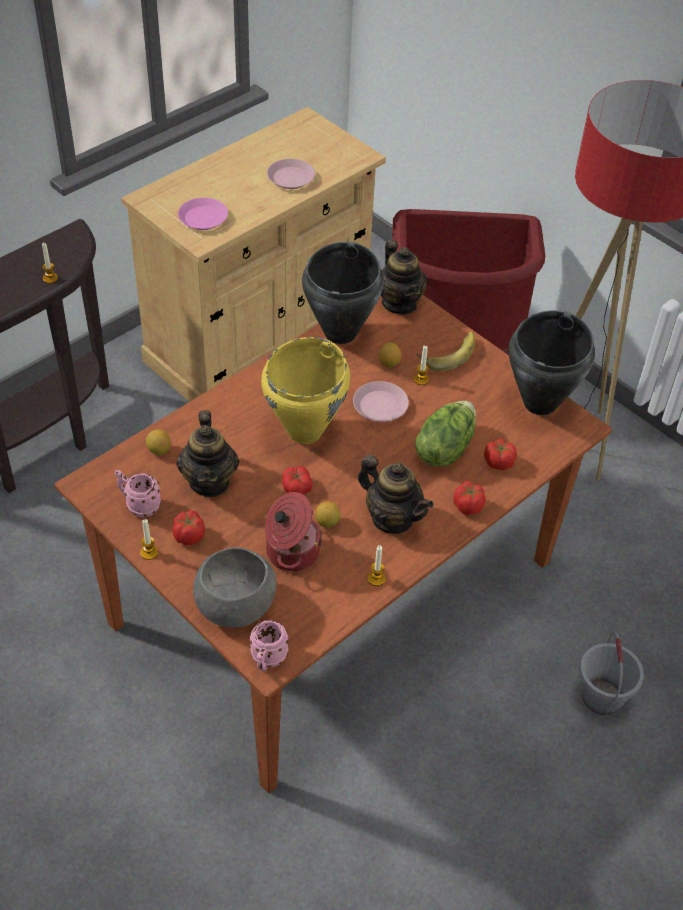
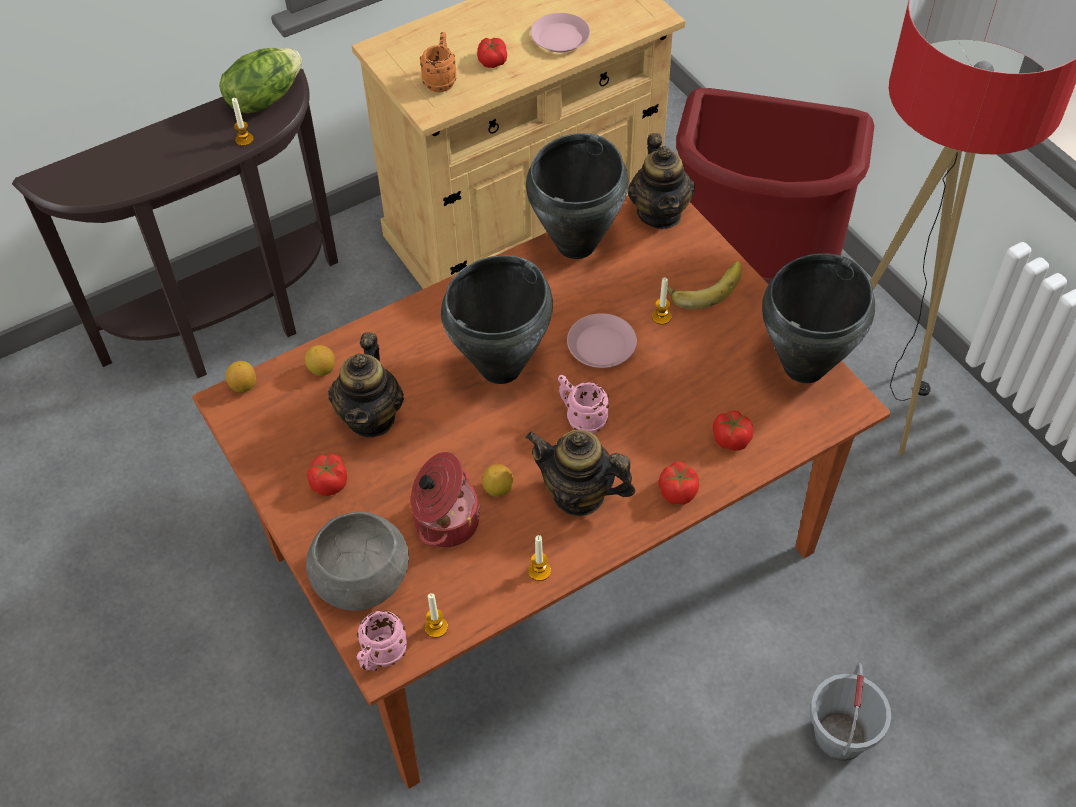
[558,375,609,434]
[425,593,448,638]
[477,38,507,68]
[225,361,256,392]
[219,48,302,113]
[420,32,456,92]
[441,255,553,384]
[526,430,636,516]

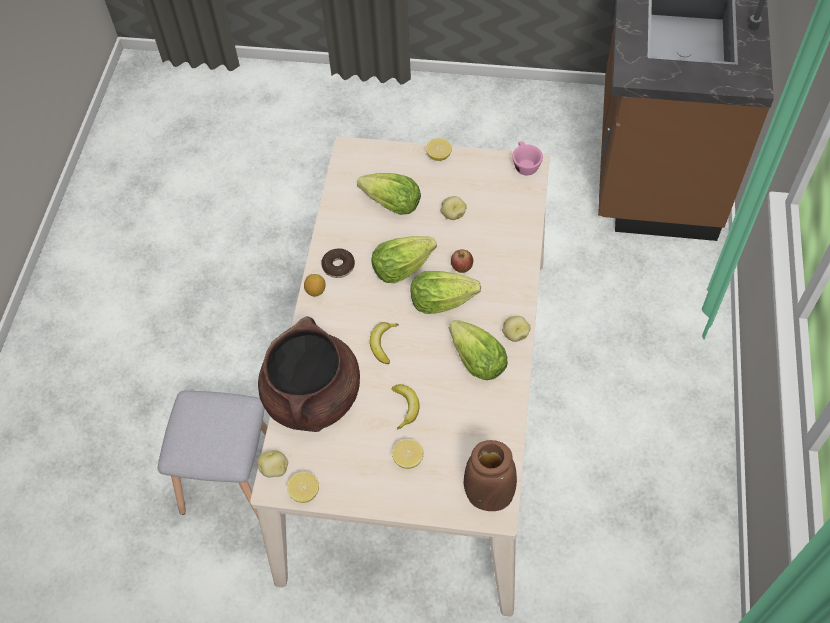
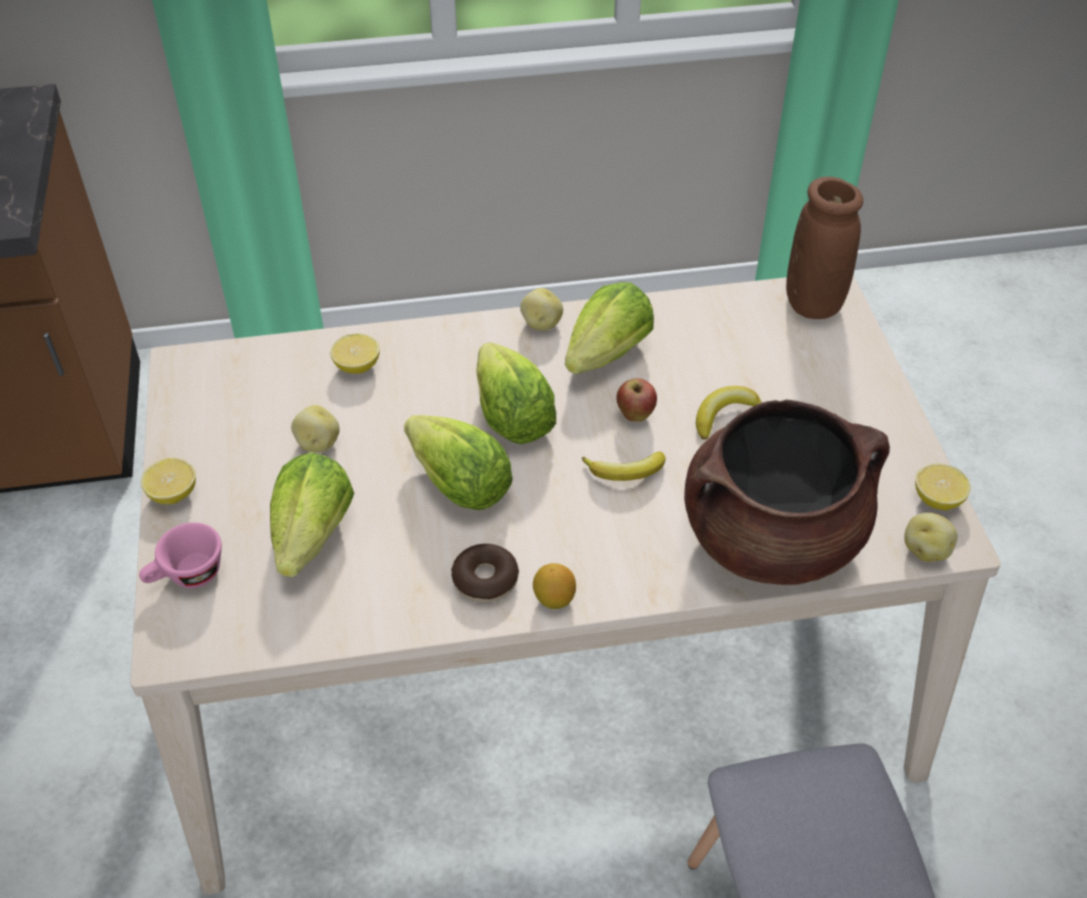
[331,333,380,374]
[616,378,657,422]
[139,522,222,588]

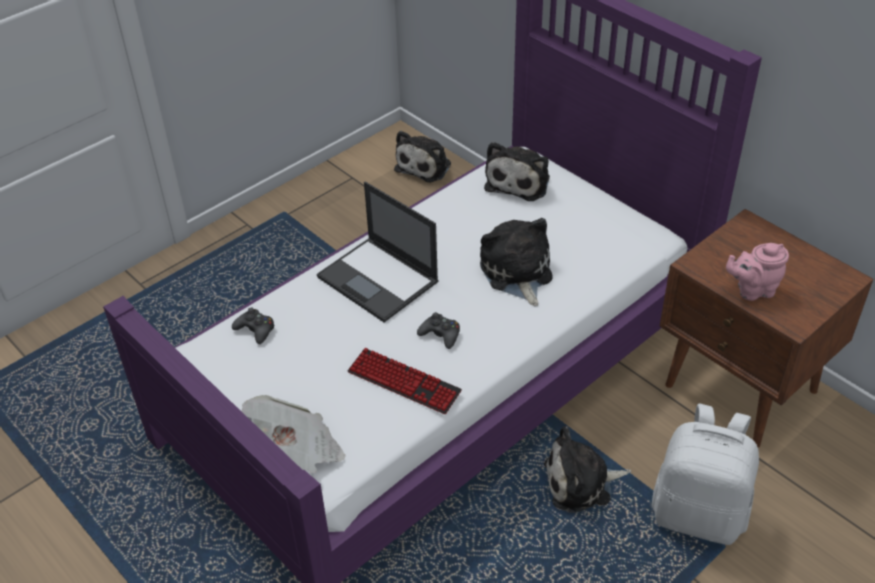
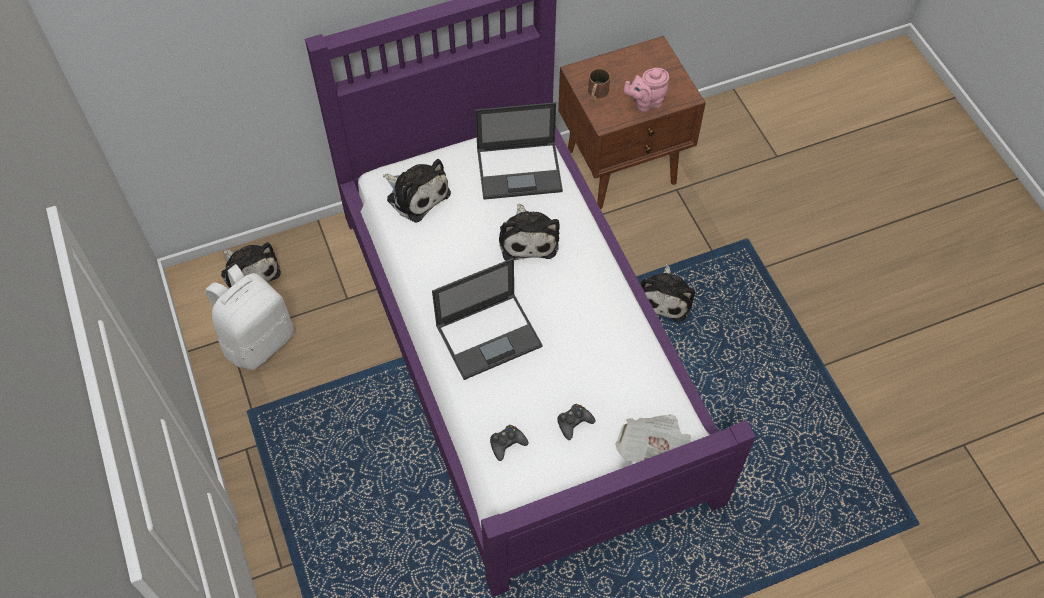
[347,348,462,414] (first image)
[475,102,563,200]
[588,68,610,102]
[557,404,595,440]
[205,264,294,370]
[499,204,560,261]
[624,68,669,112]

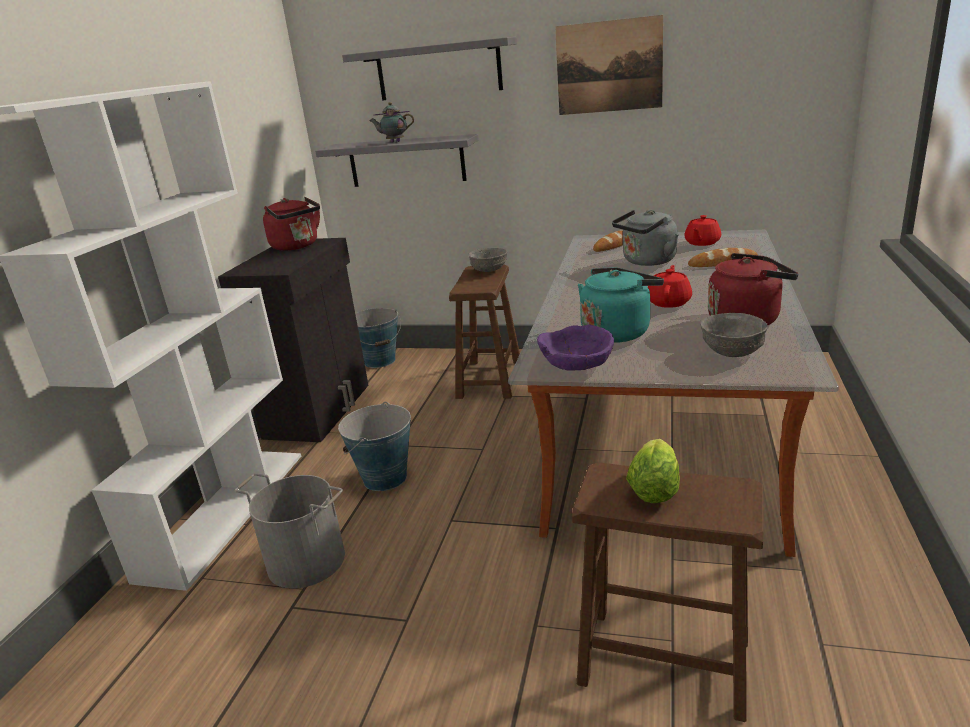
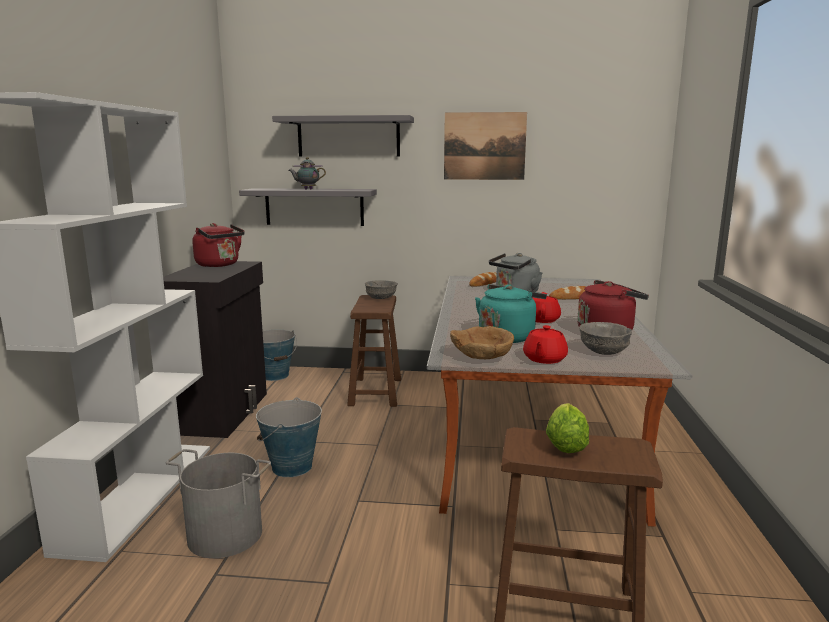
[523,325,568,364]
[450,326,514,360]

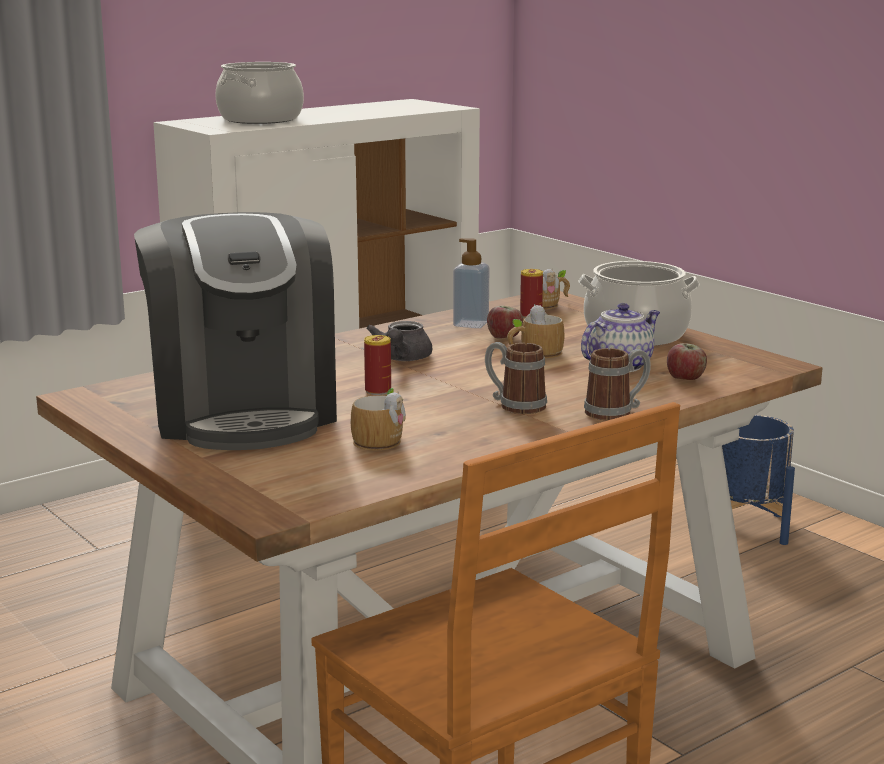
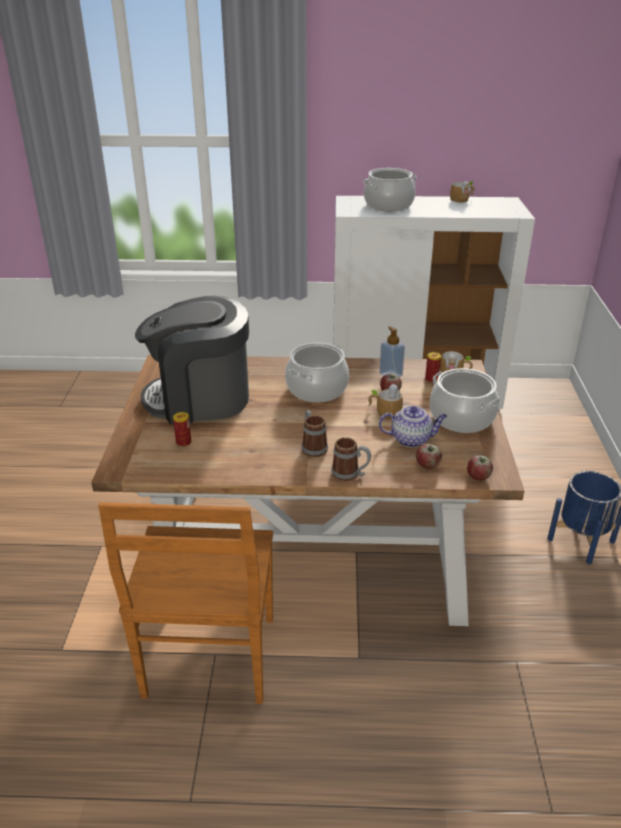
[467,455,493,481]
[450,181,474,203]
[173,412,191,447]
[285,343,349,402]
[135,296,249,425]

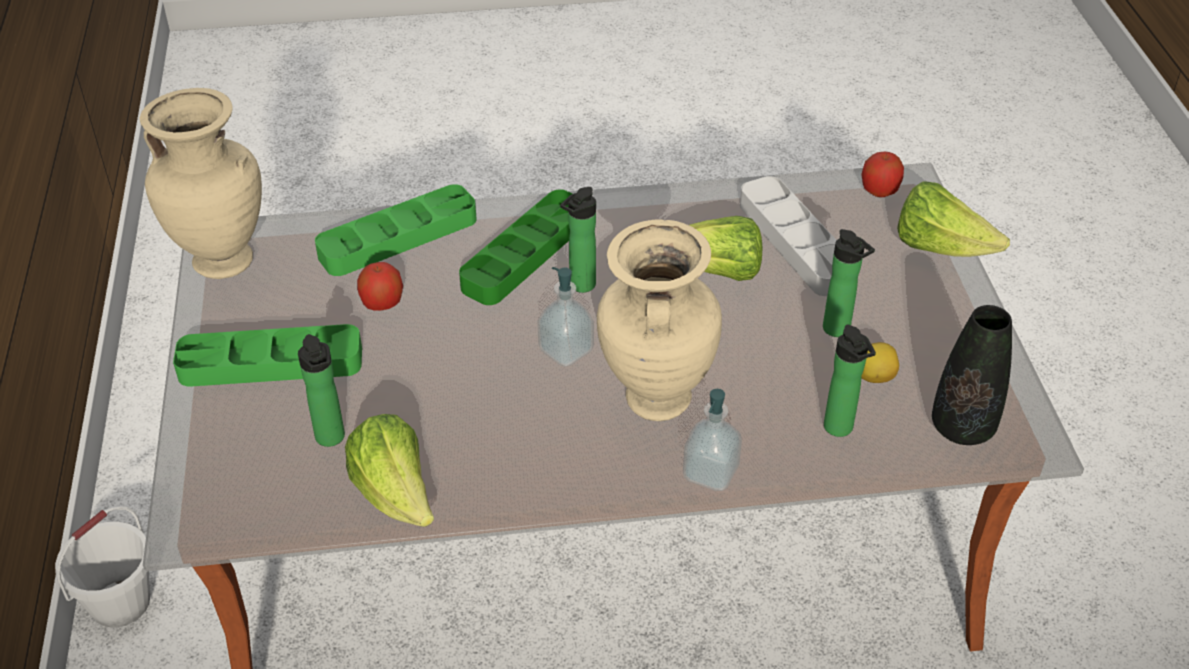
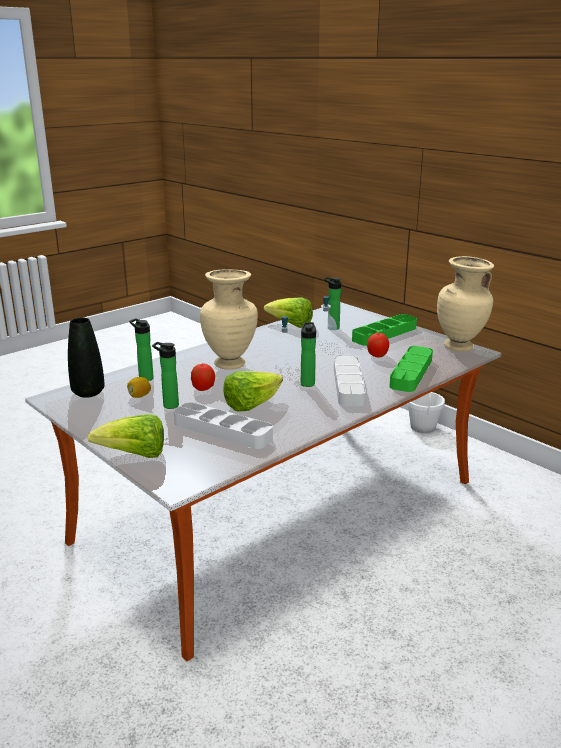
[314,296,337,345]
[191,364,215,391]
[334,356,366,406]

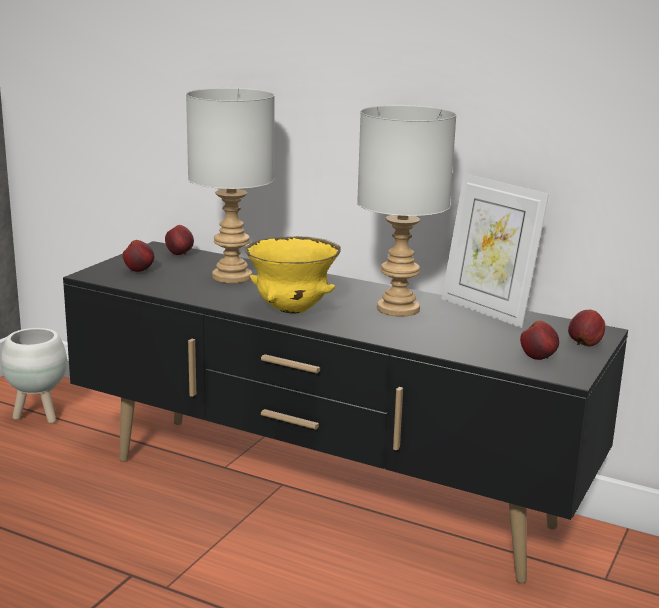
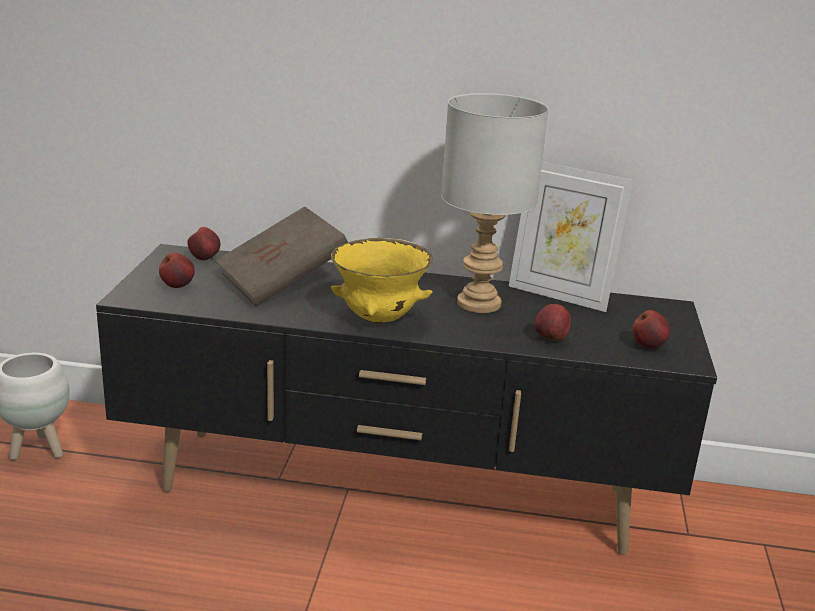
[535,304,571,341]
[215,206,348,306]

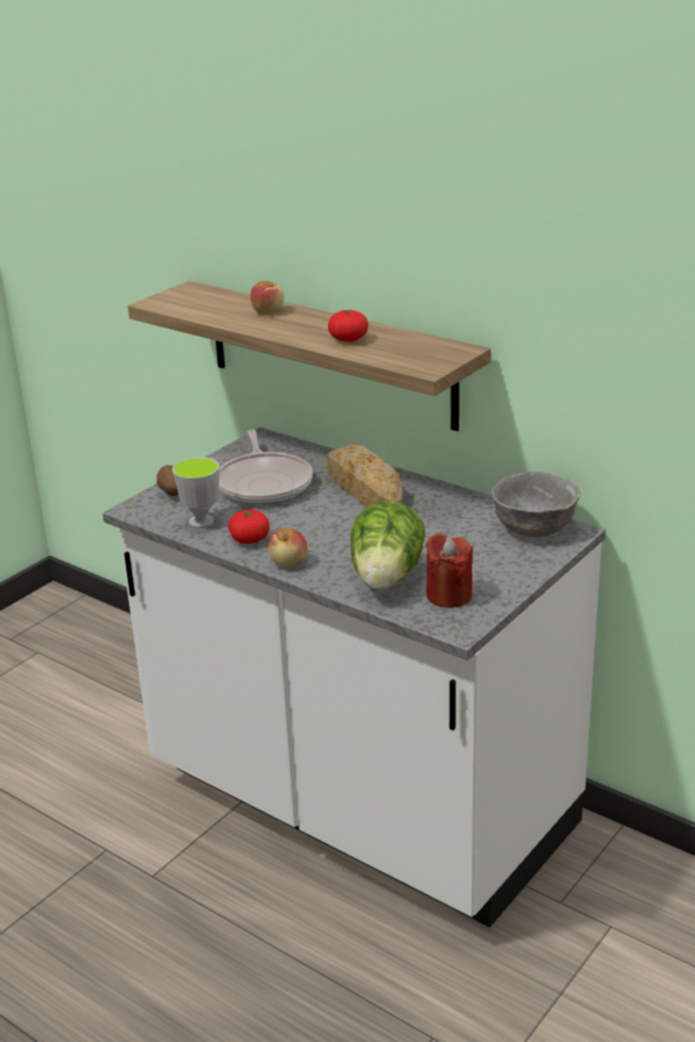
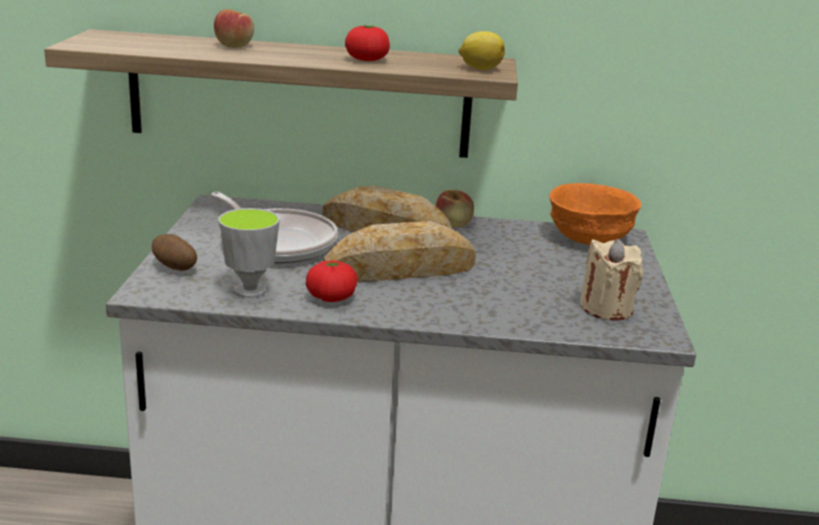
[350,501,426,590] (first image)
[324,221,476,281]
[458,31,505,70]
[436,190,474,227]
[580,239,643,320]
[550,183,641,245]

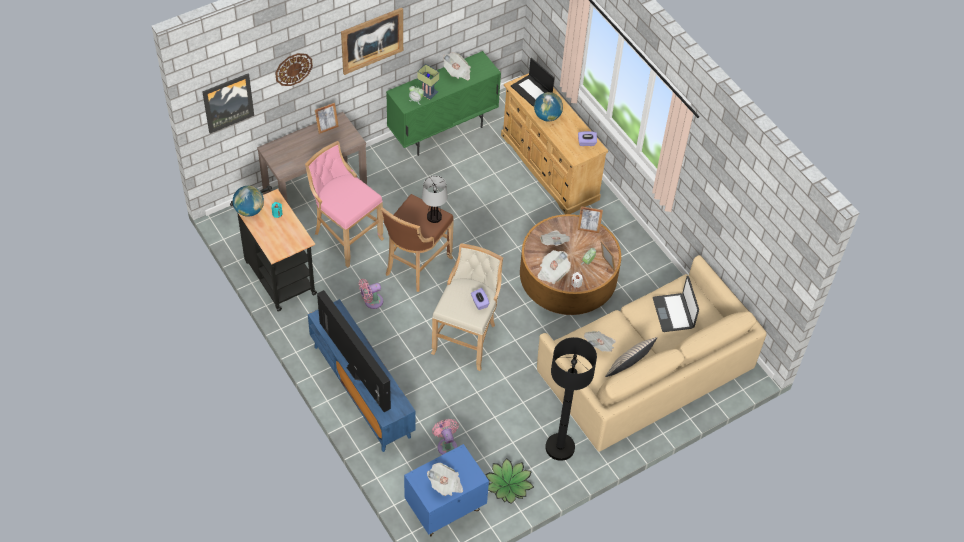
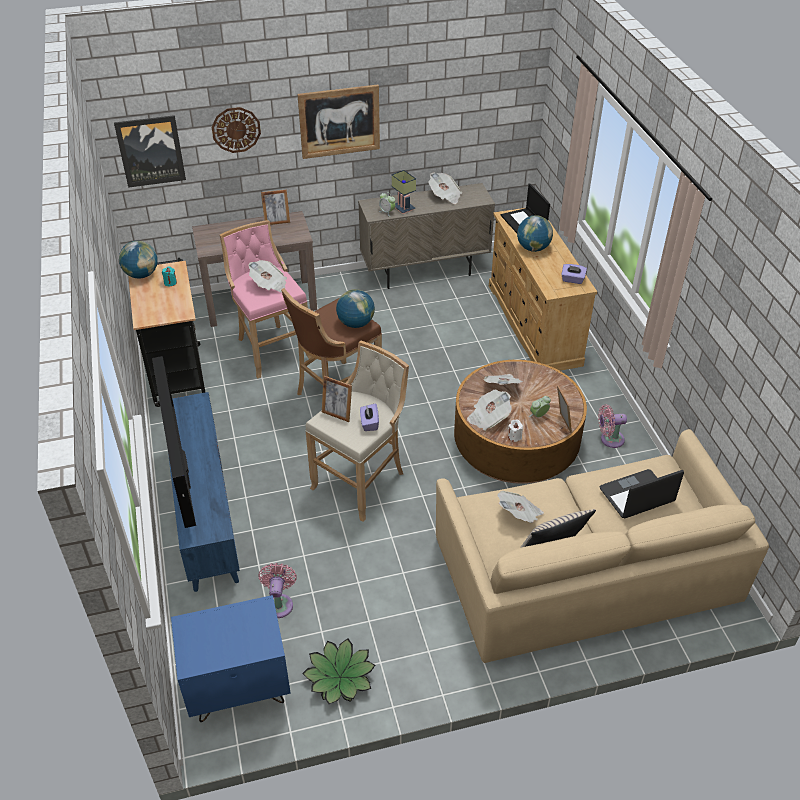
[545,337,597,461] (first image)
[598,404,627,448]
[249,260,287,293]
[322,376,352,422]
[336,289,375,328]
[358,183,495,289]
[600,469,684,518]

